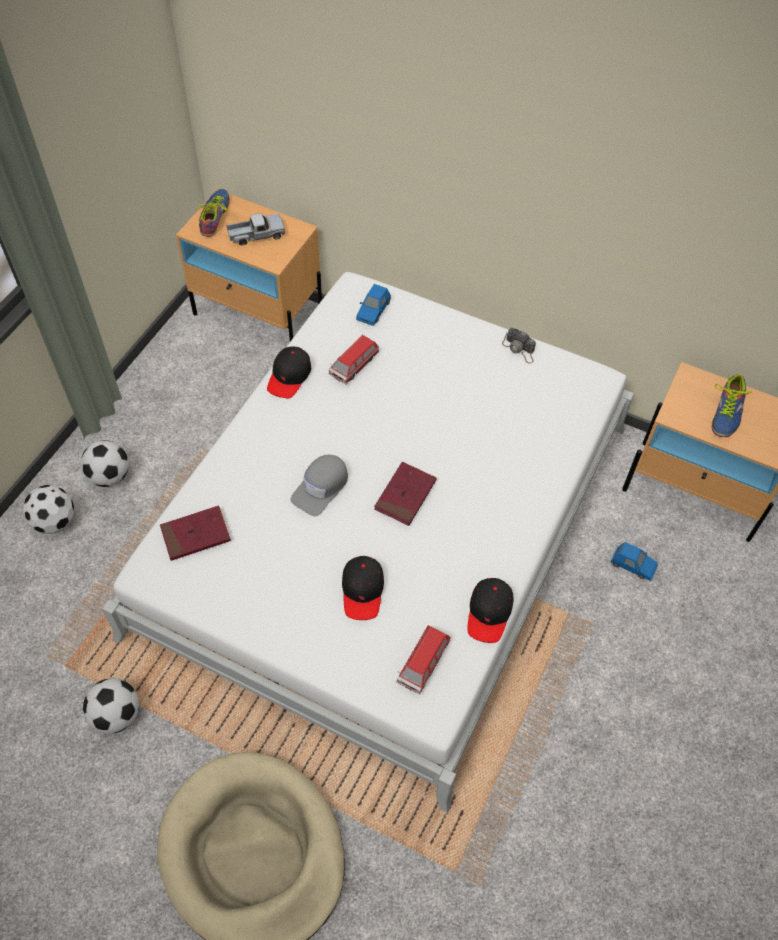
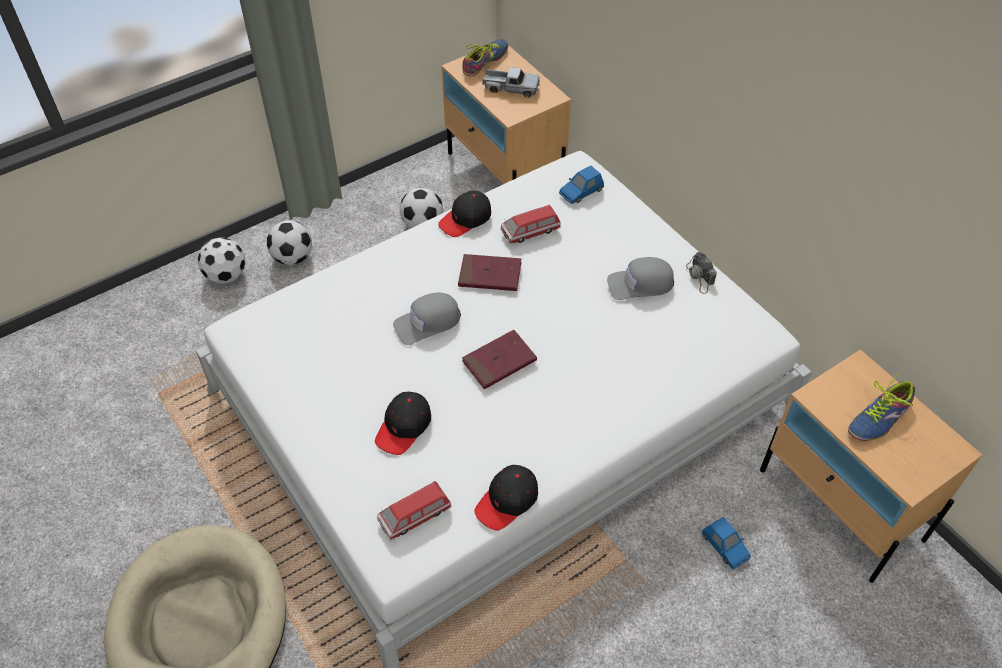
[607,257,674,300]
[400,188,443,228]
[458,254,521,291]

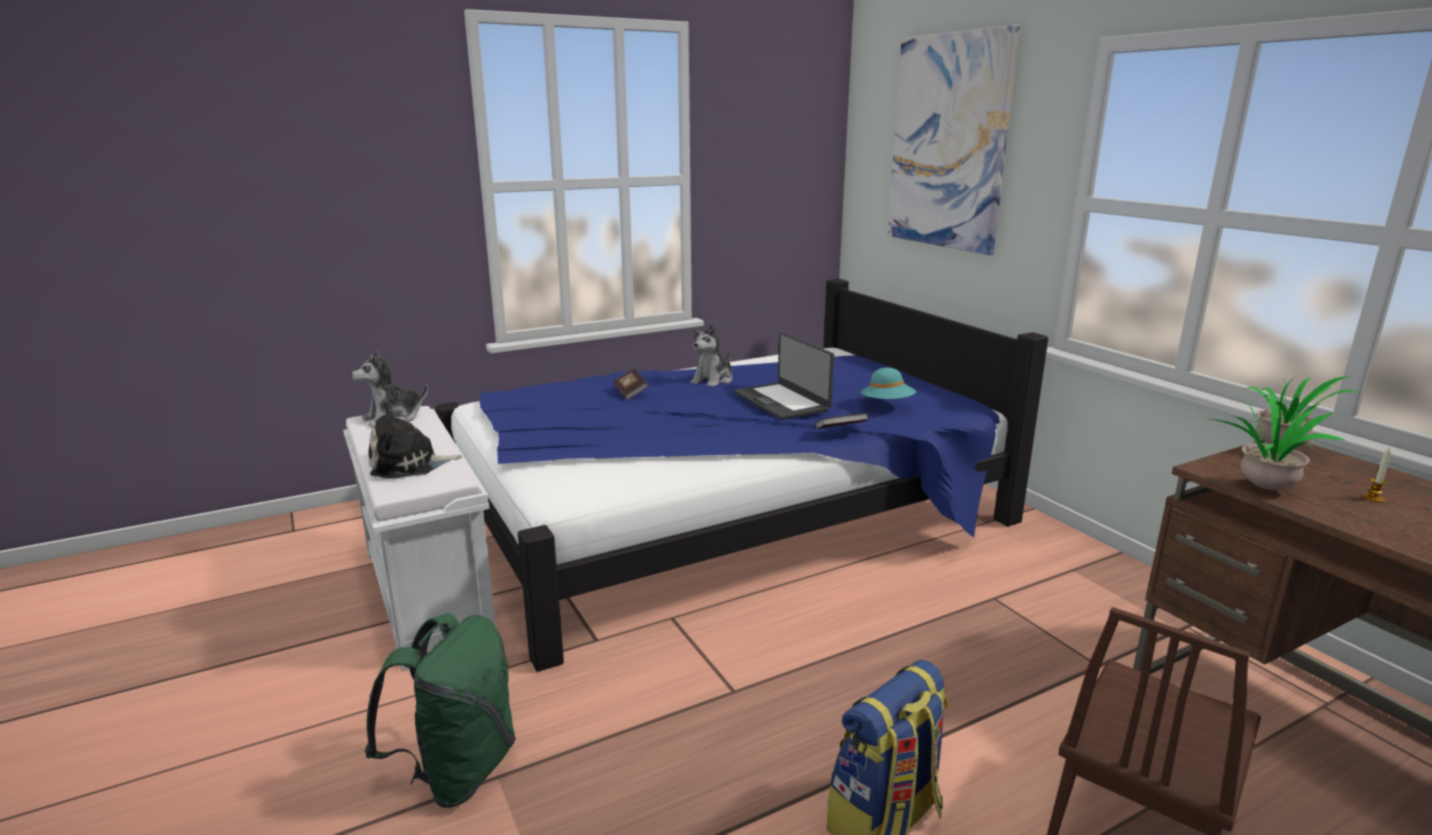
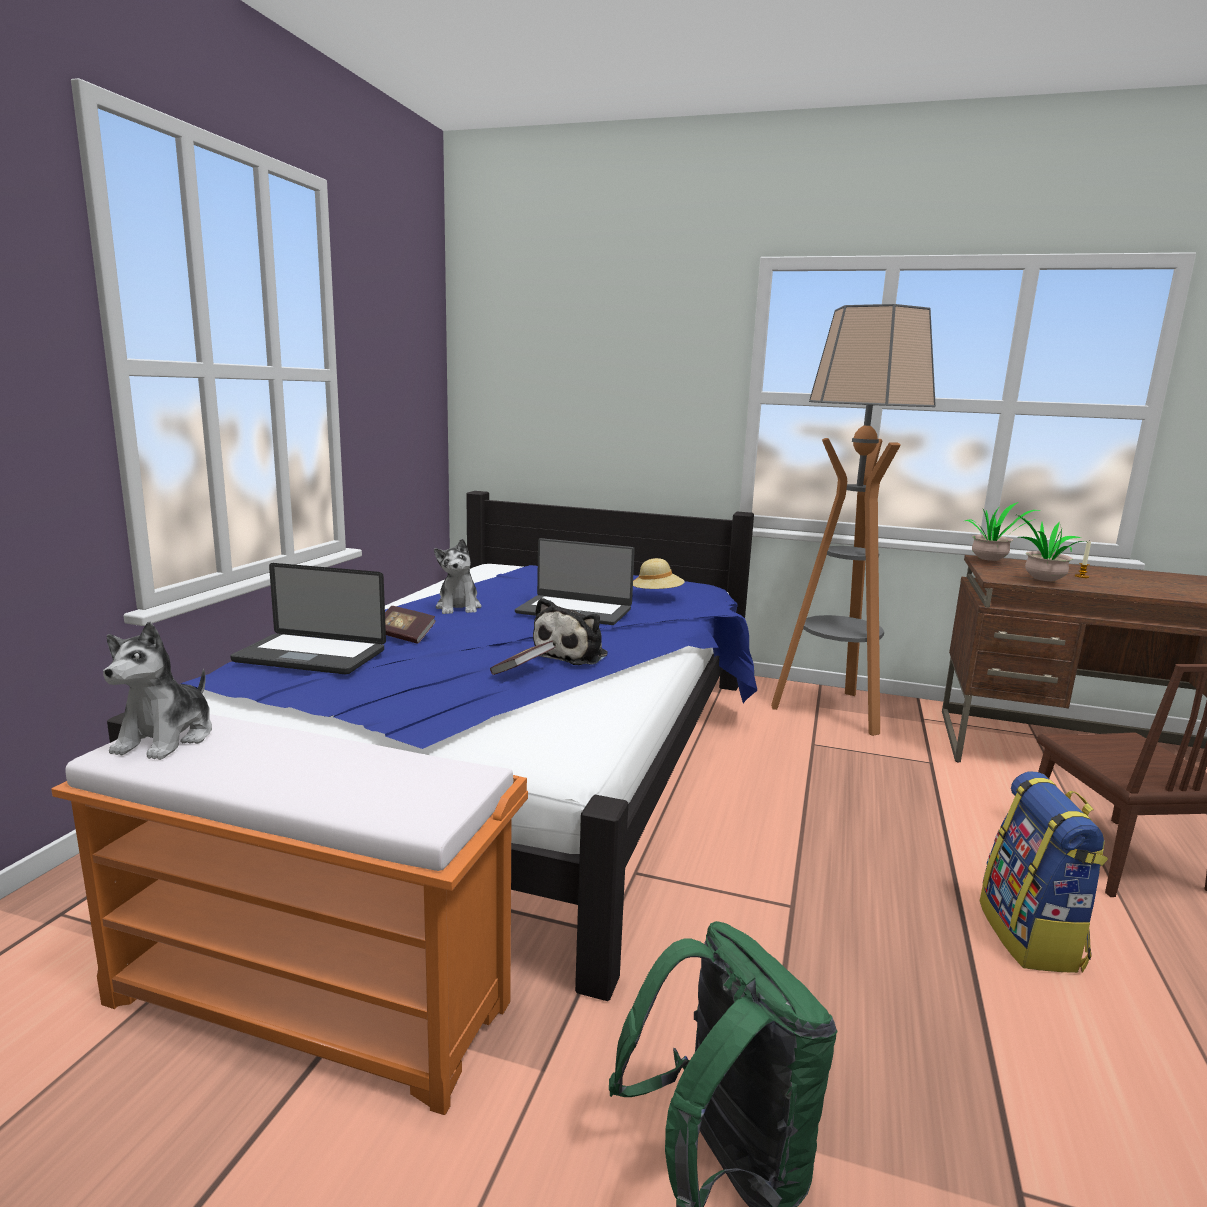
[887,25,1020,255] (first image)
[230,563,386,675]
[771,304,936,736]
[533,598,608,665]
[490,641,555,675]
[51,714,528,1115]
[633,558,685,589]

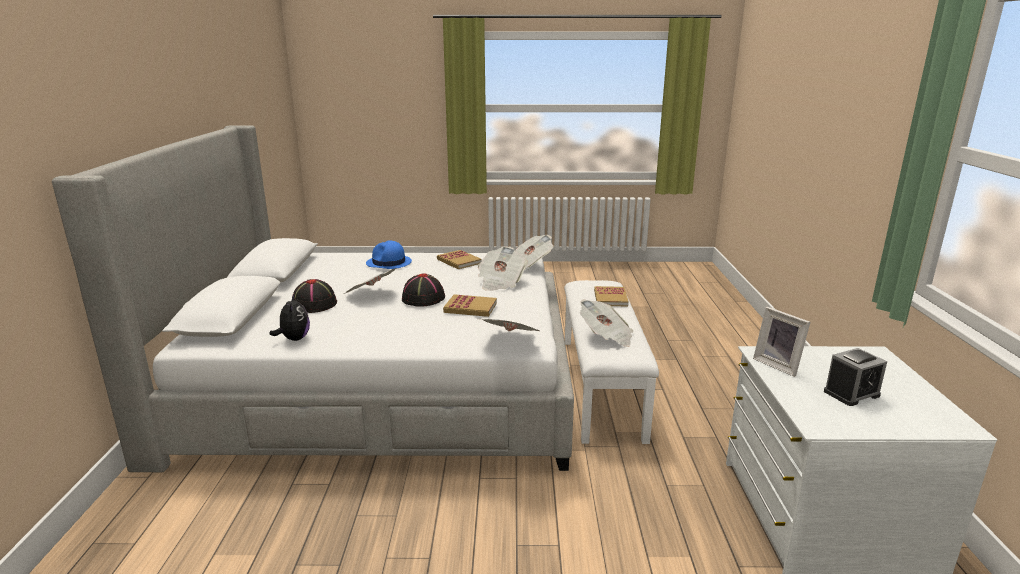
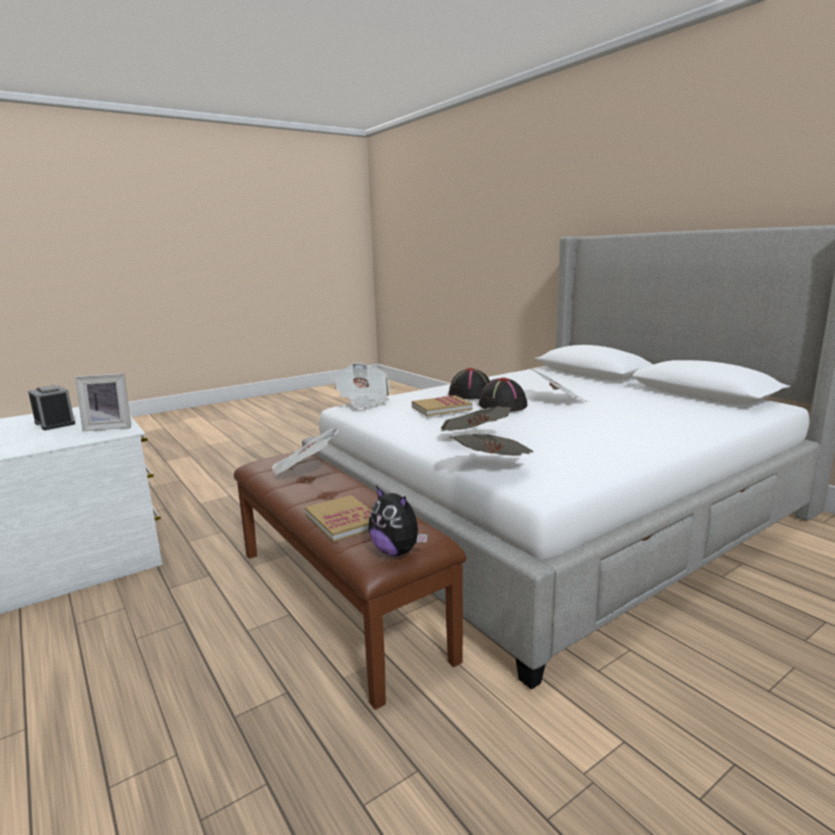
[366,241,412,269] (first image)
[437,250,482,269] (first image)
[368,486,428,556]
[449,368,490,399]
[234,452,466,710]
[75,373,131,431]
[28,385,75,430]

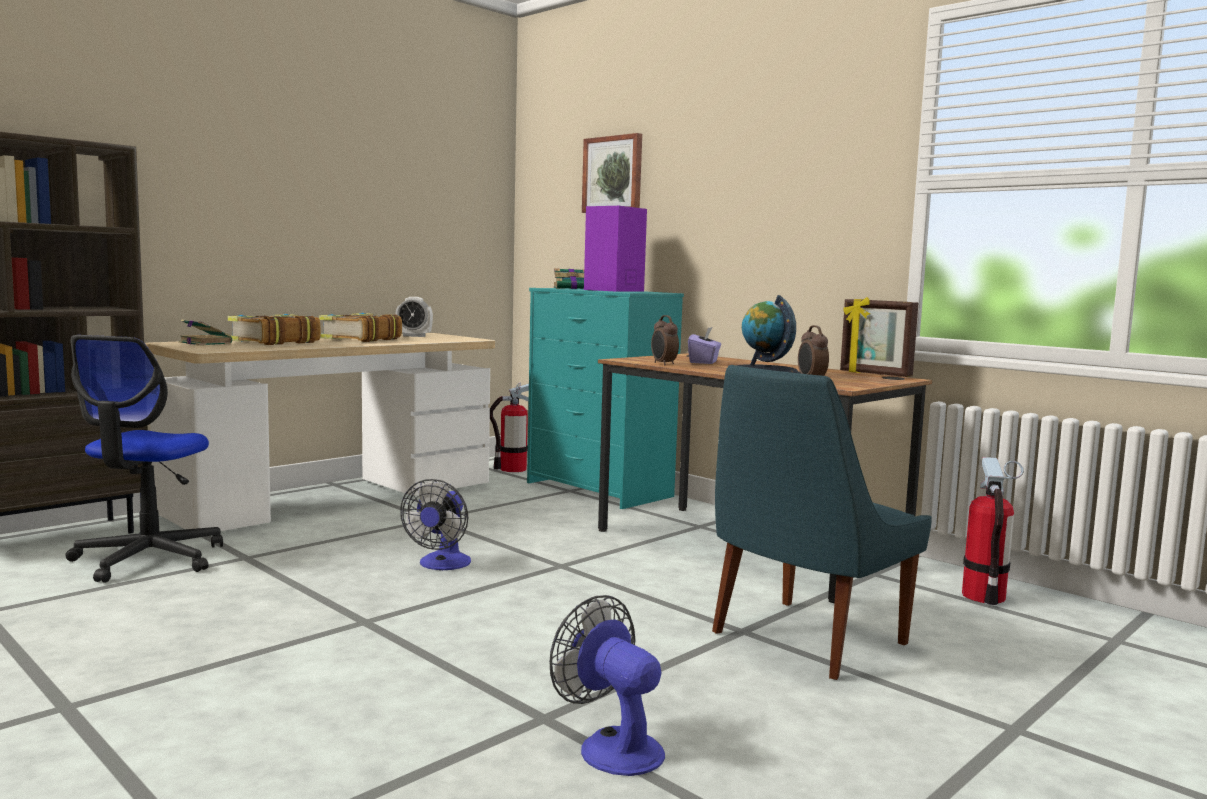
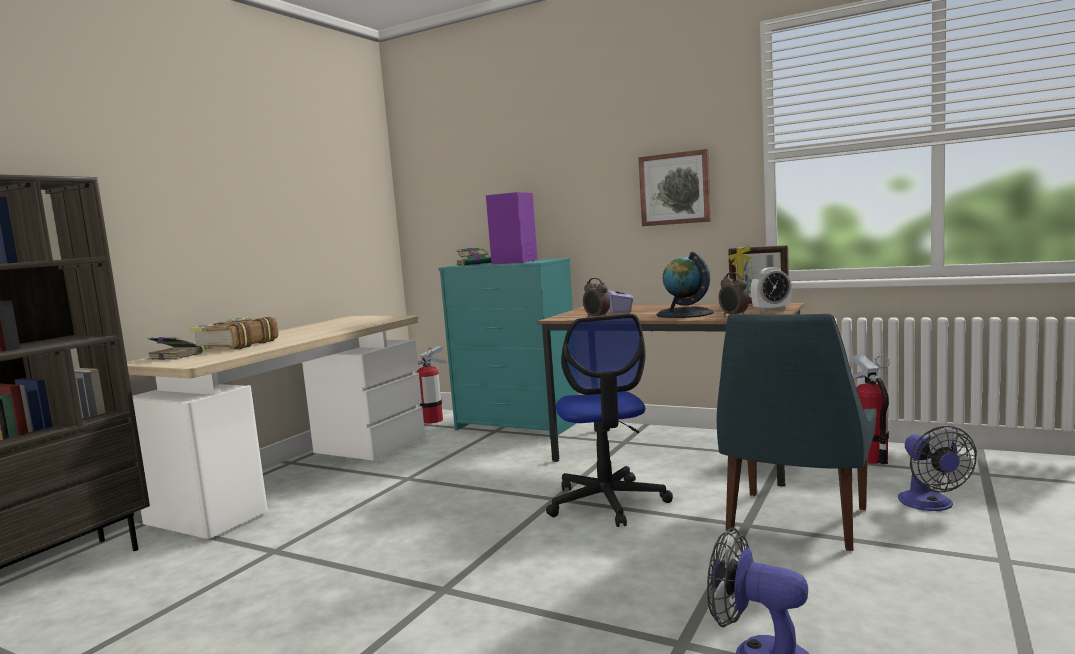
[319,313,402,342] (first image)
[546,314,673,527]
[751,267,792,312]
[898,426,977,511]
[638,149,711,226]

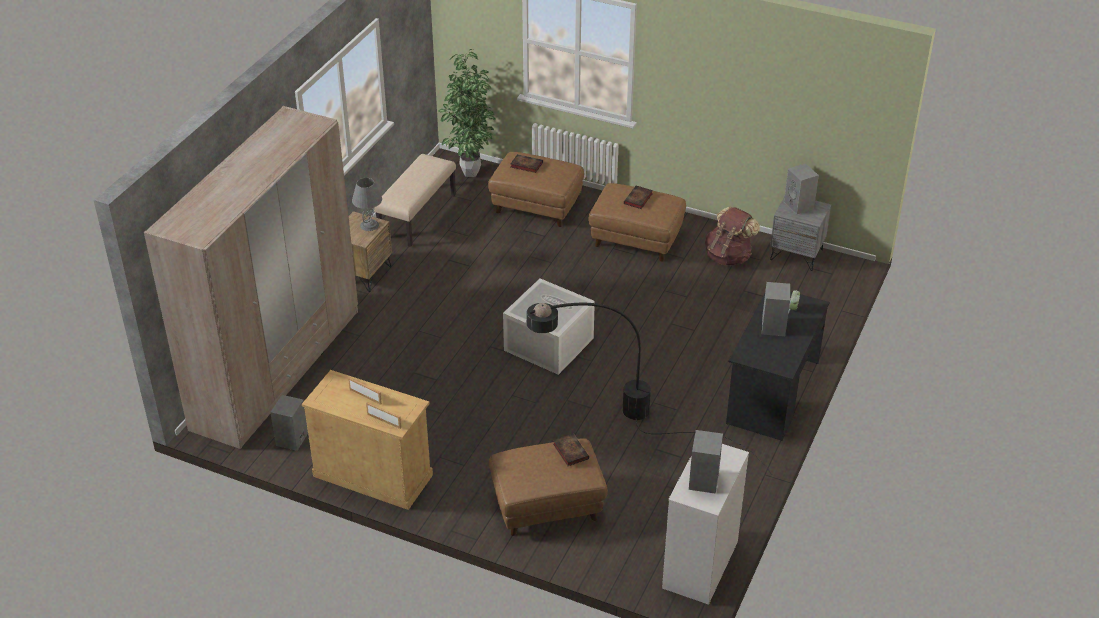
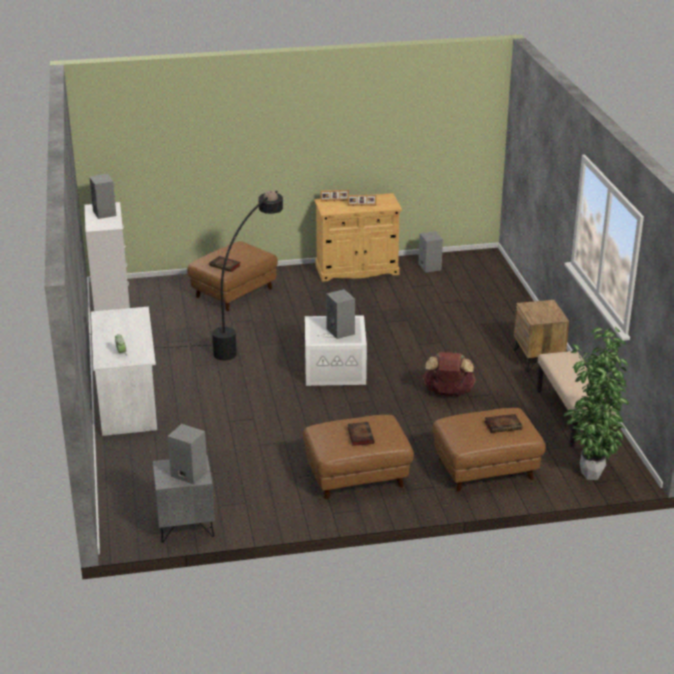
[144,106,358,449] (first image)
[352,178,382,231] (first image)
[423,352,476,396]
[326,289,355,339]
[91,307,157,436]

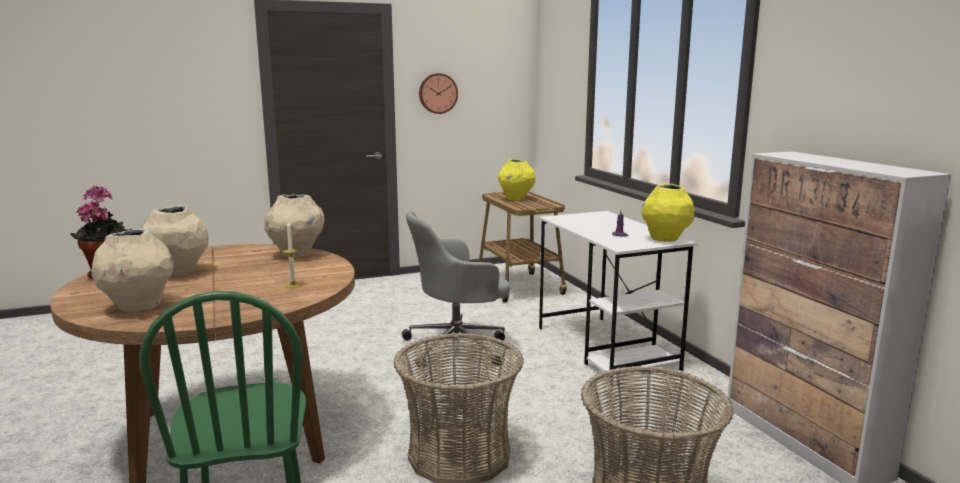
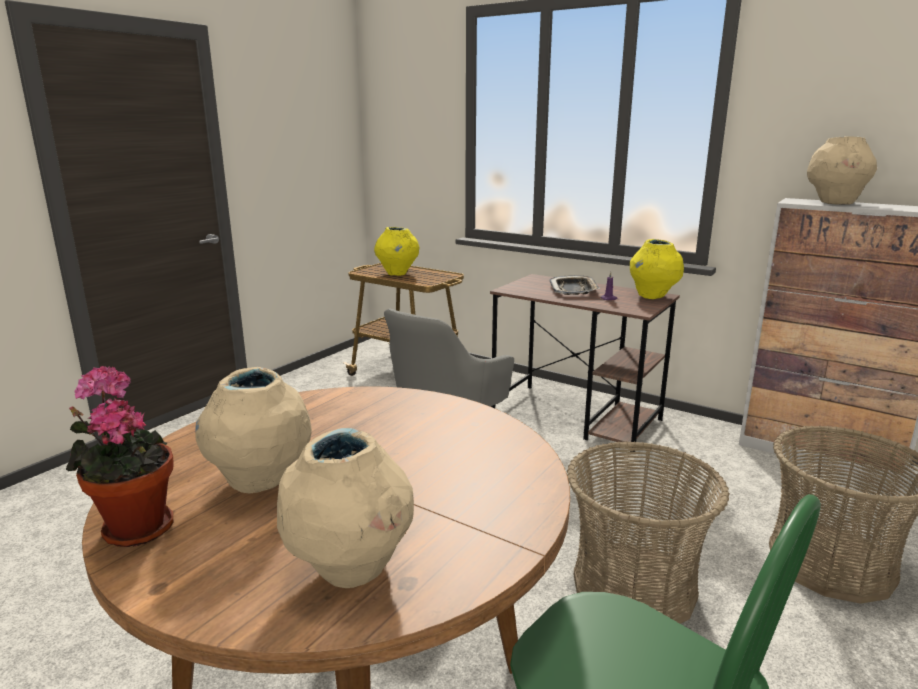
[283,221,302,288] (first image)
[419,73,458,114] (first image)
[549,275,600,295]
[807,136,877,205]
[490,274,680,452]

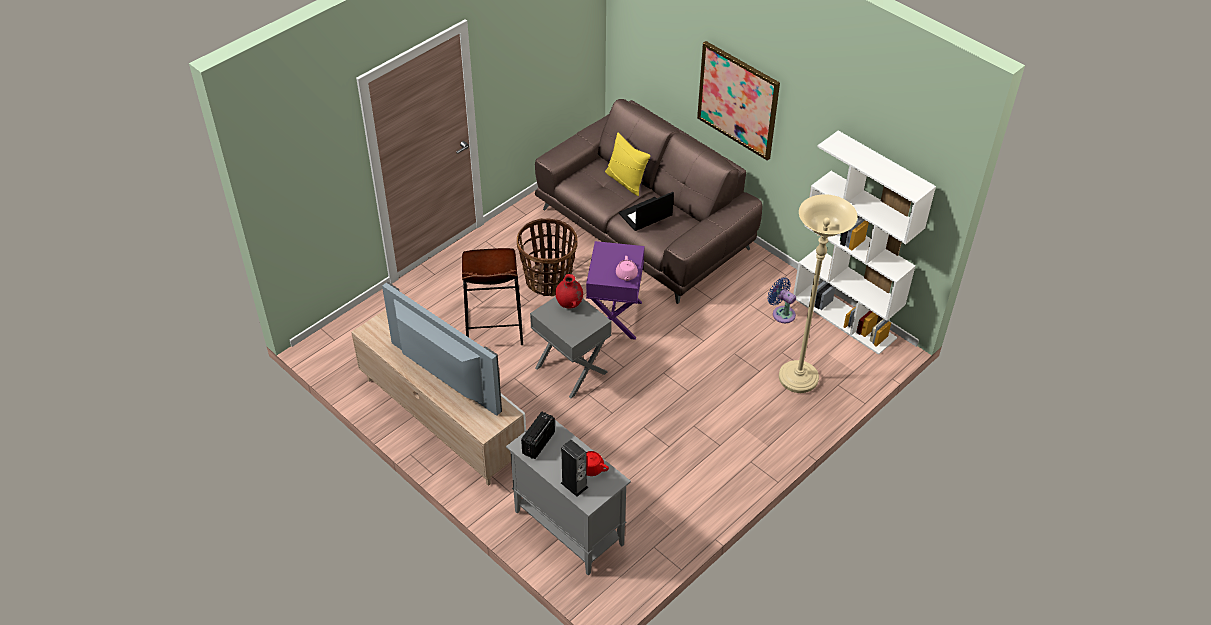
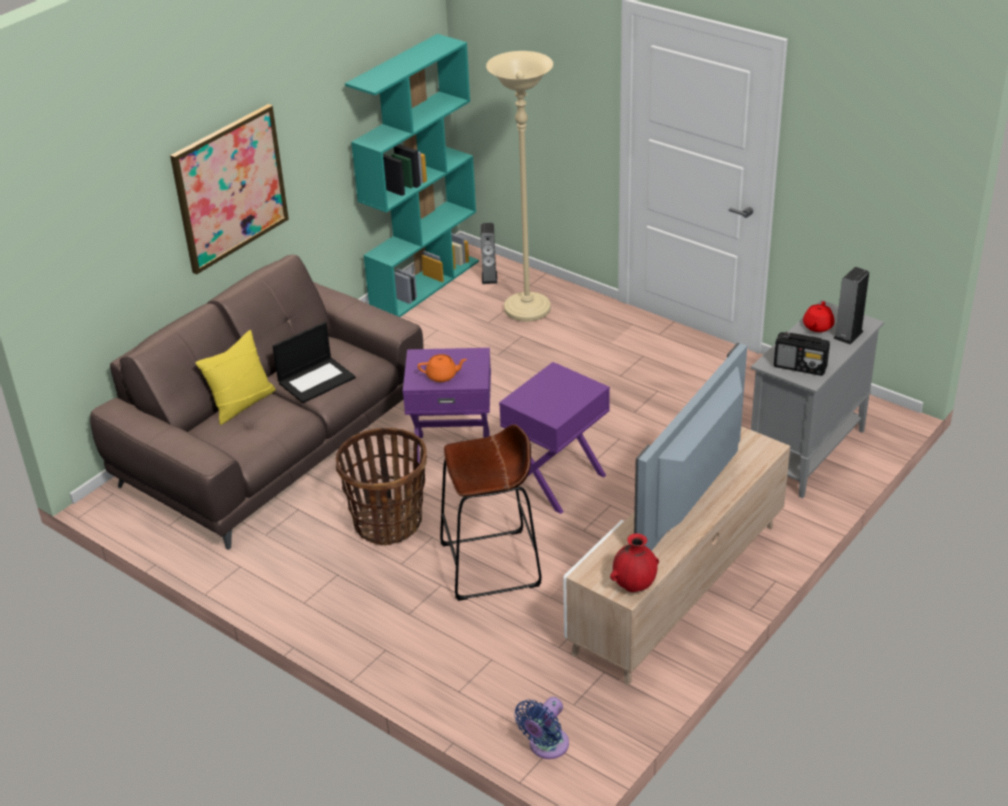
[616,256,638,281] (first image)
[418,354,467,382]
[480,223,497,284]
[610,533,659,592]
[514,697,569,759]
[499,362,610,514]
[345,34,479,317]
[273,322,356,403]

